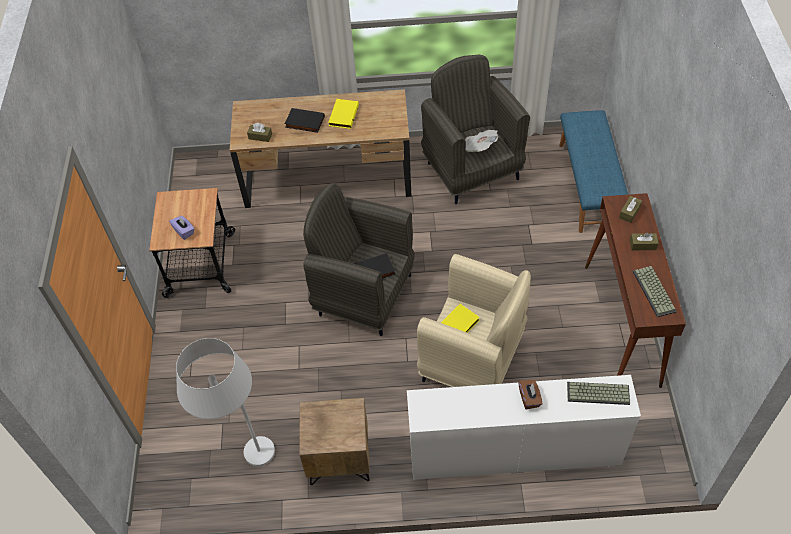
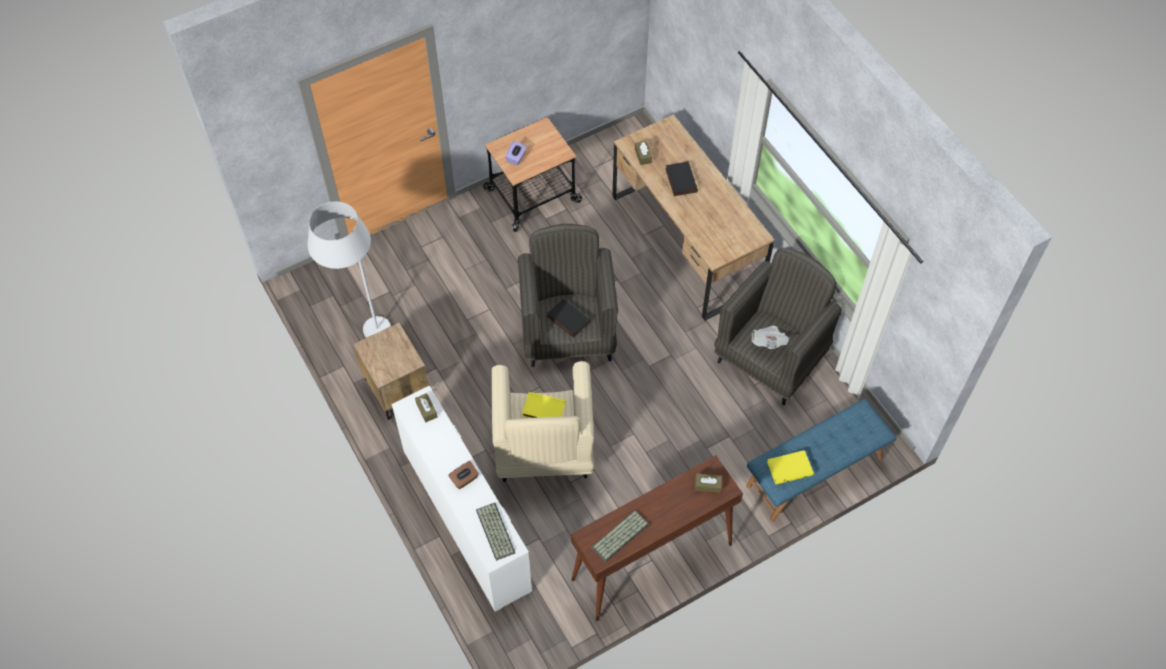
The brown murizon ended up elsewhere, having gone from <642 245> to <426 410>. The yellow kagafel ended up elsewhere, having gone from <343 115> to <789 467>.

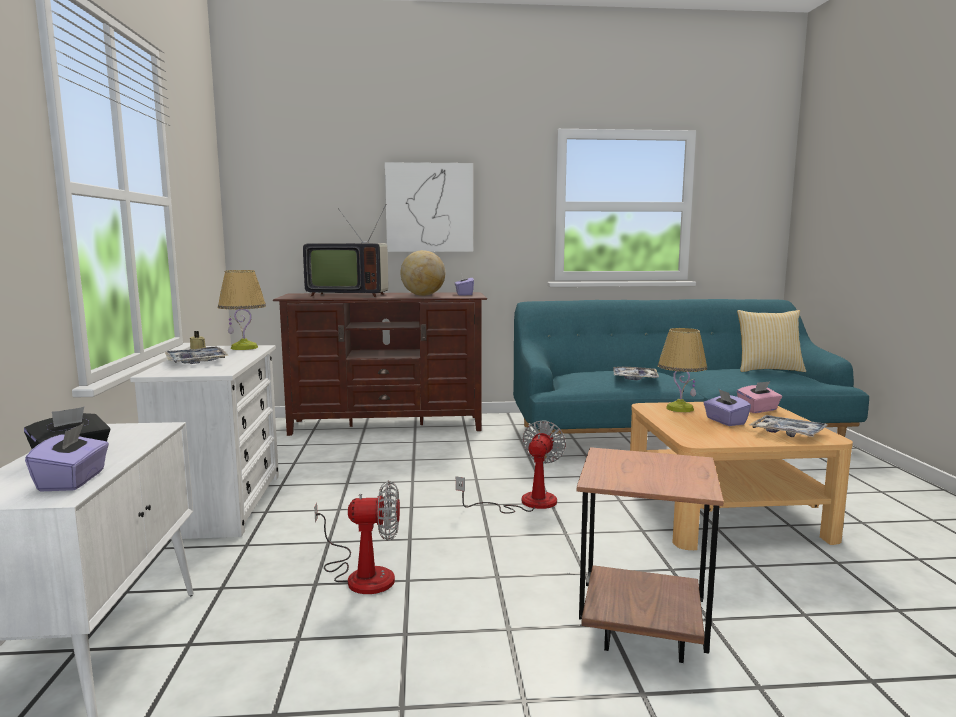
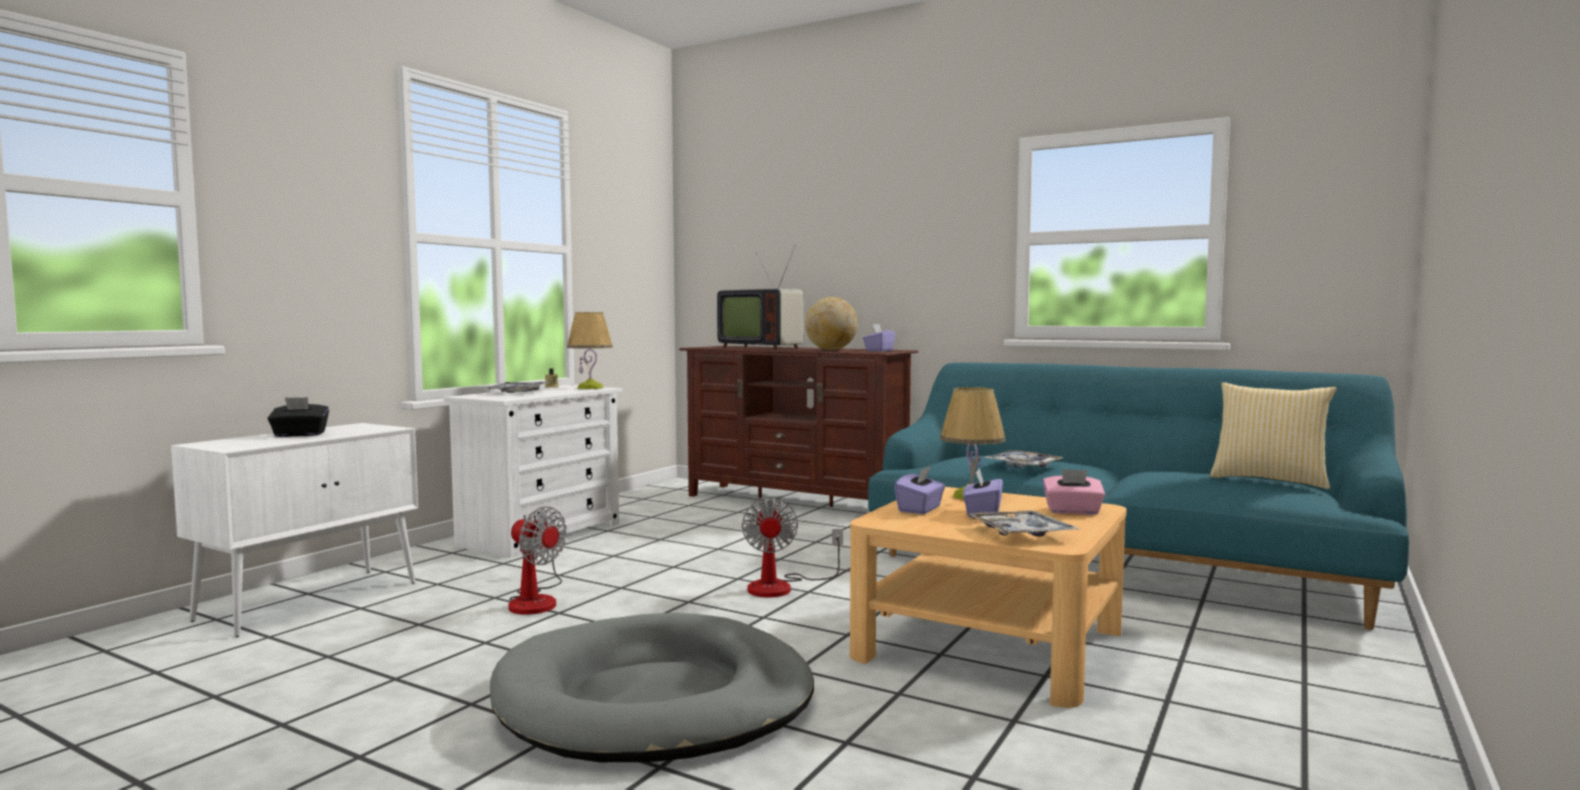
Where the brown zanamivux stood at <642 632>, the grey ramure came to stand at <655 699>. The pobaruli at <526 503> ended up facing another way, 120 degrees clockwise from before. The purple murizon ended up elsewhere, having gone from <73 481> to <920 509>. The second view lost the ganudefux at <429 208>.

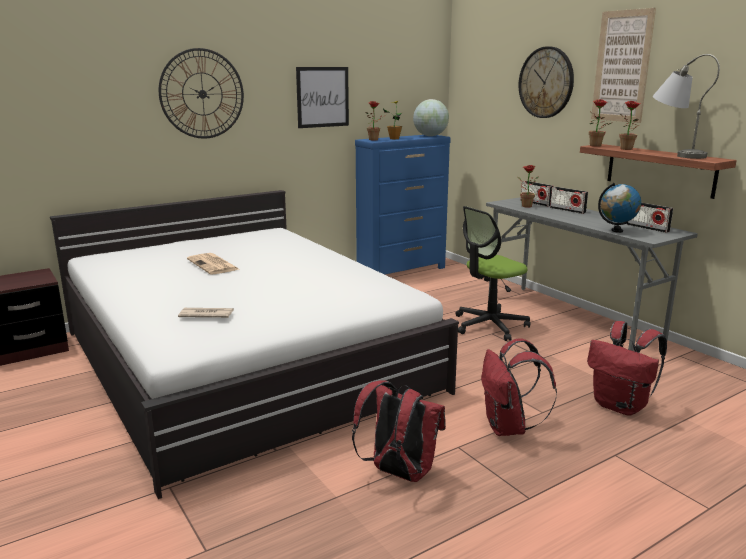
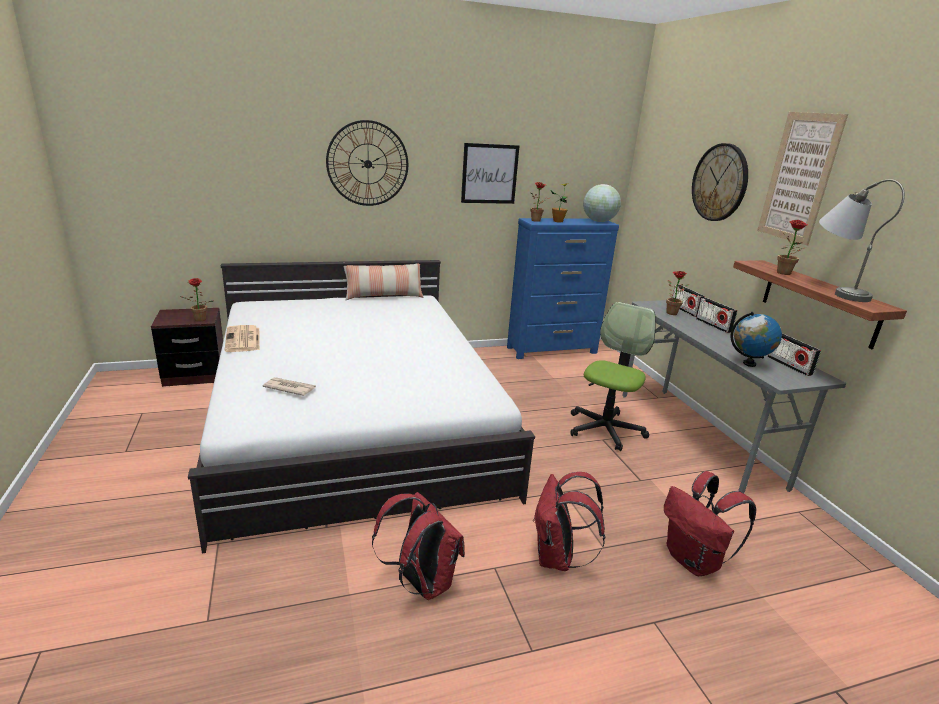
The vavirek ended up elsewhere, having gone from <596 146> to <198 320>. The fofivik ended up elsewhere, having gone from <213 265> to <243 340>. The second view gained the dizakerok at <383 296>. The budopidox at <489 325> ended up facing another way, 135 degrees clockwise from before.

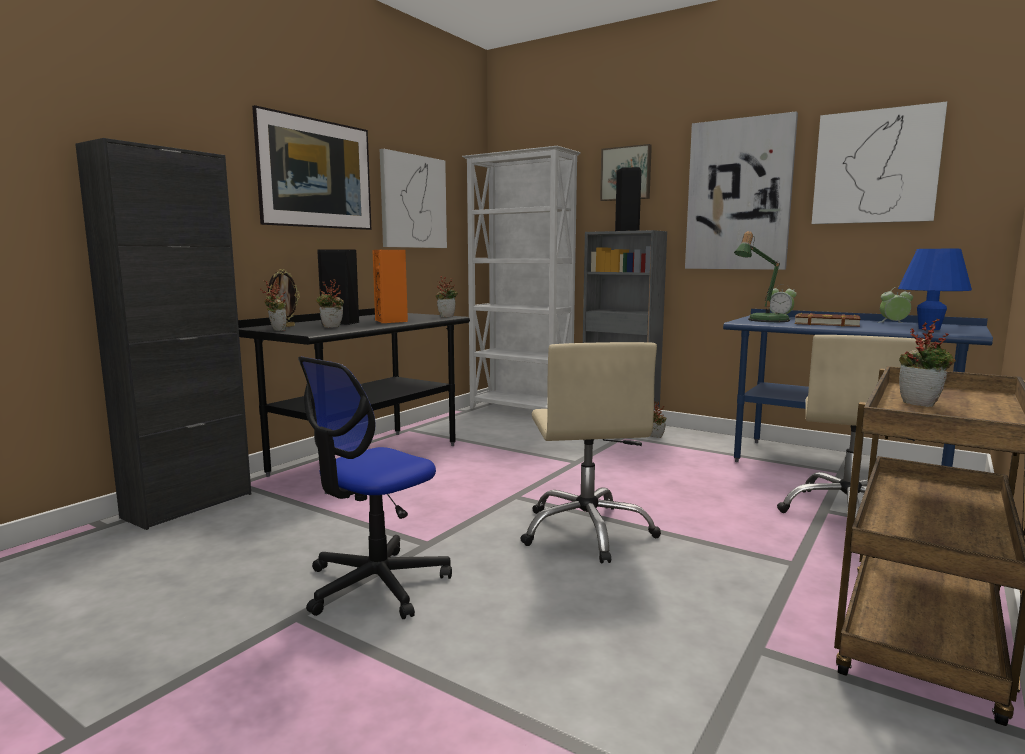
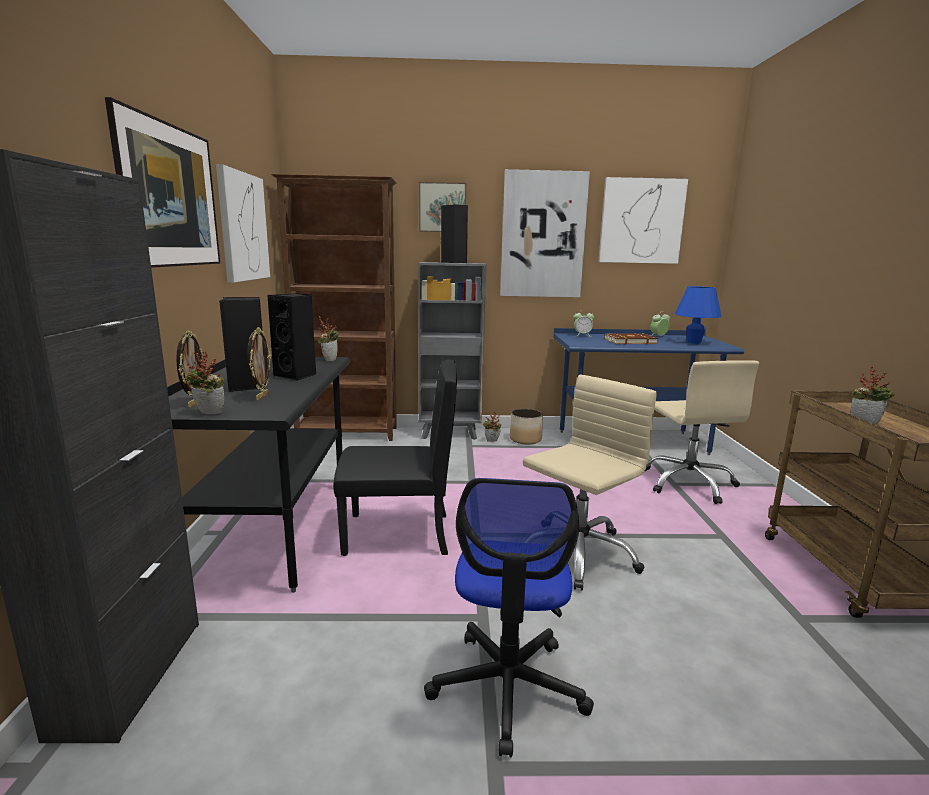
Where the vavirek stood at <331 327>, the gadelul came to stand at <261 397>. What was the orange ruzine at <391 321> turned into the black ruzine at <297 375>. What was the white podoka at <520 411> turned into the brown podoka at <348 434>. The second view gained the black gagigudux at <397 534>. The second view gained the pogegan at <525 439>. The beige budopidox at <587 531> ended up facing another way, 90 degrees counterclockwise from before. The second view lost the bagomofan at <763 321>.

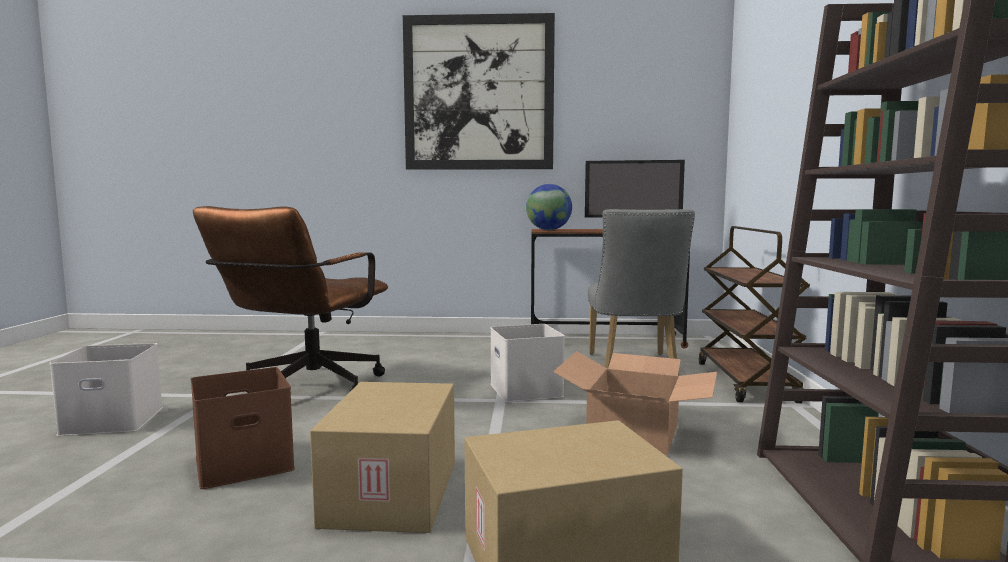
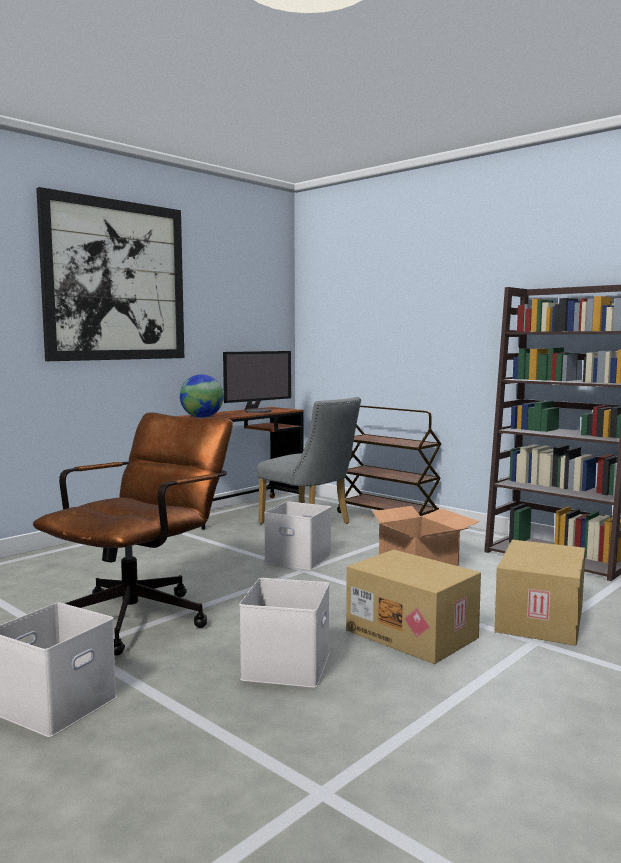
The brown budopidox at <304 390> ended up facing another way, 120 degrees counterclockwise from before. What was the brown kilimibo at <242 464> turned into the white kilimibo at <287 667>.

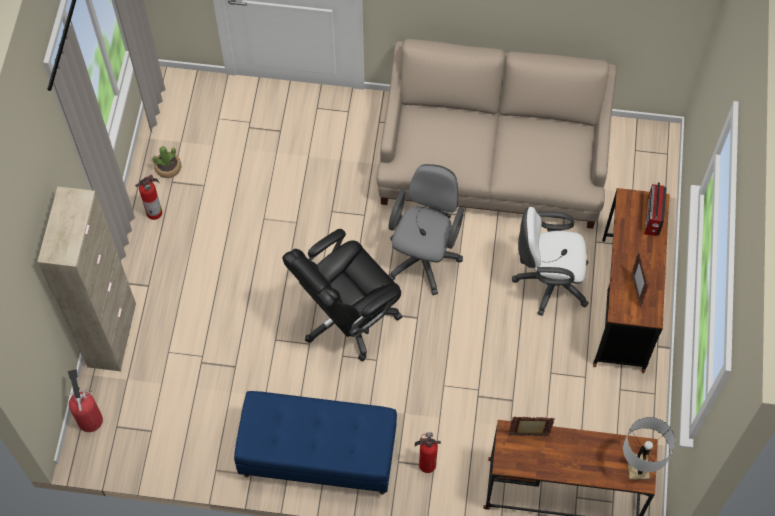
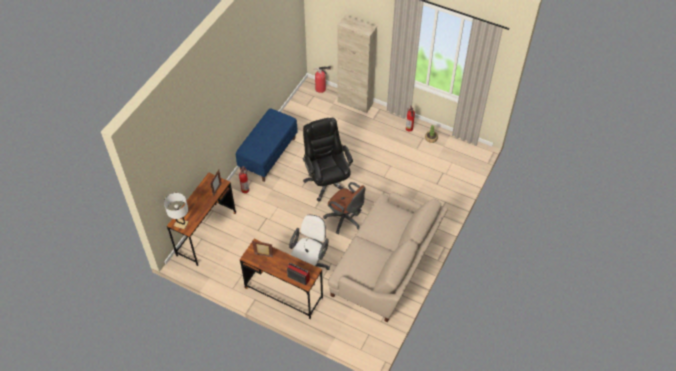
What was the grey budopidox at <424 256> turned into the brown budopidox at <345 220>.

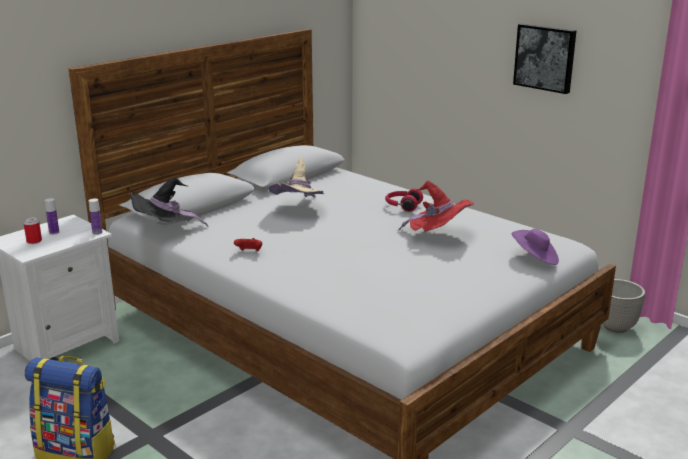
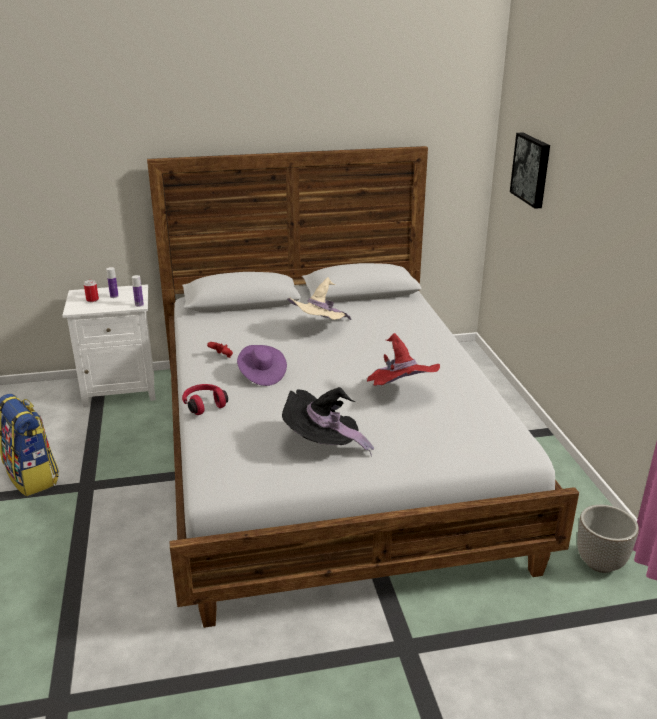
The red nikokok ended up elsewhere, having gone from <402 206> to <204 405>. The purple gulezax ended up elsewhere, having gone from <535 258> to <261 375>. The black gulezax ended up elsewhere, having gone from <166 231> to <323 445>. The ganudefux ended up elsewhere, having gone from <545 57> to <532 169>.

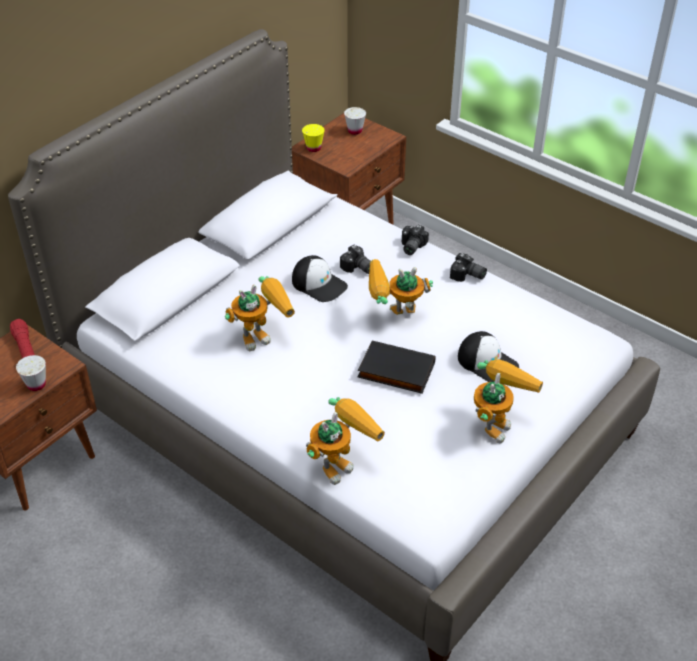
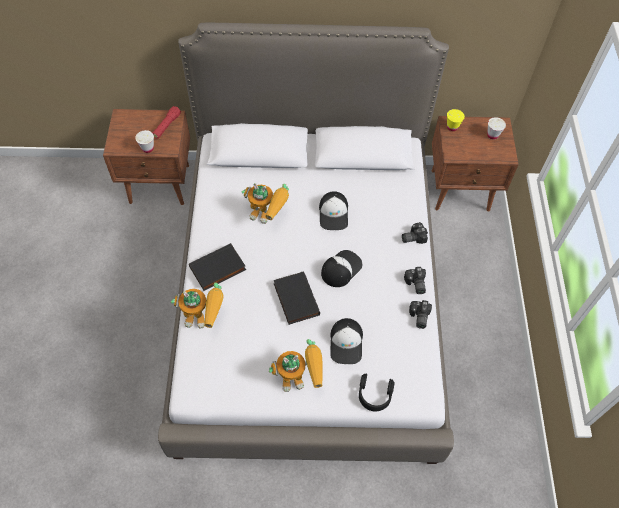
The second view gained the black kagafel at <218 269>. Where the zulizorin stood at <393 316>, the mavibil came to stand at <341 268>. The second view gained the black nikokok at <374 395>. The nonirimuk ended up elsewhere, having gone from <358 268> to <418 317>.

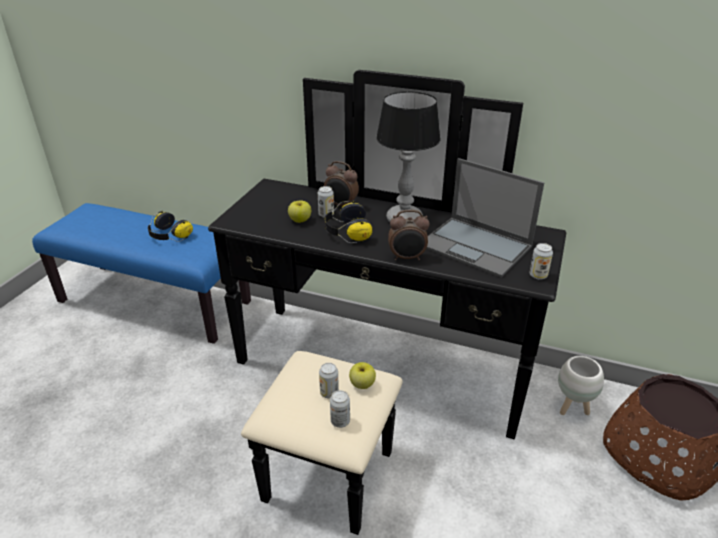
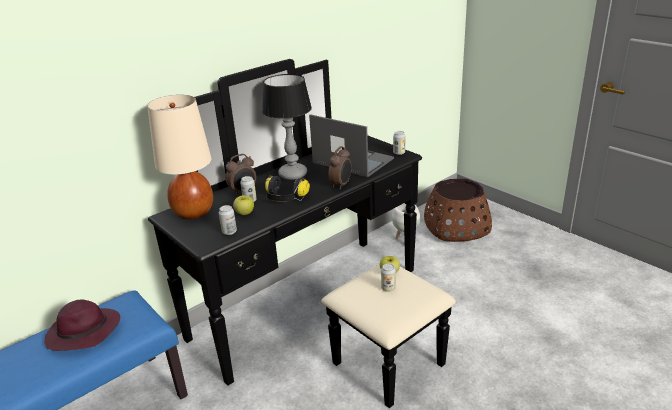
Where the nikokok stood at <169 236>, the purple gulezax came to stand at <83 333>. The second view gained the beige bagomofan at <194 212>. The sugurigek ended up elsewhere, having gone from <340 421> to <229 232>. The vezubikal at <476 246> ended up facing another way, 120 degrees counterclockwise from before.

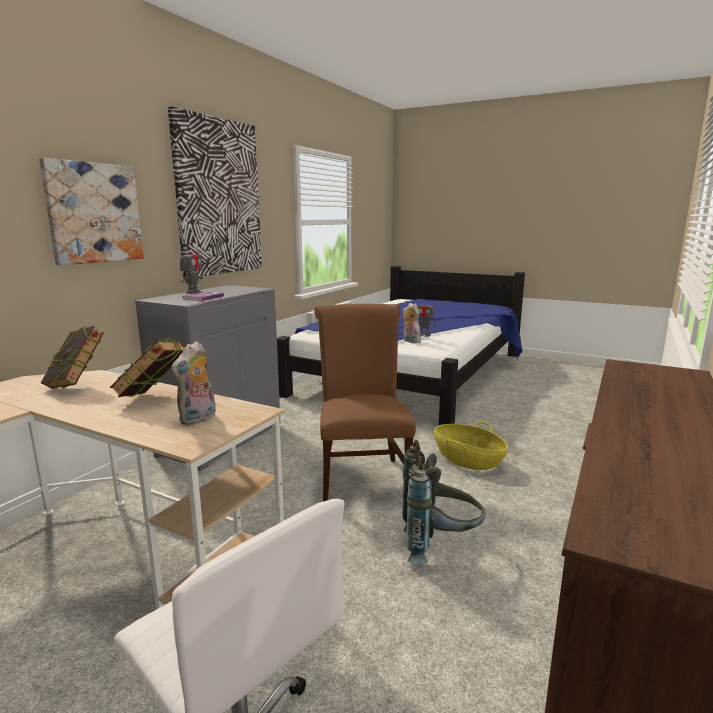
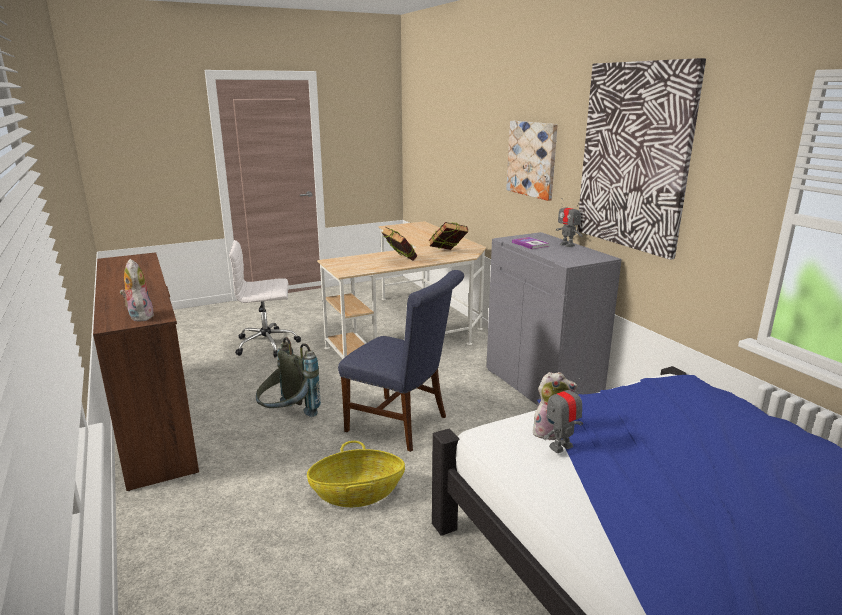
The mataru ended up elsewhere, having gone from <198 419> to <139 316>. What was the brown gagigudux at <362 476> turned into the blue gagigudux at <402 424>.

